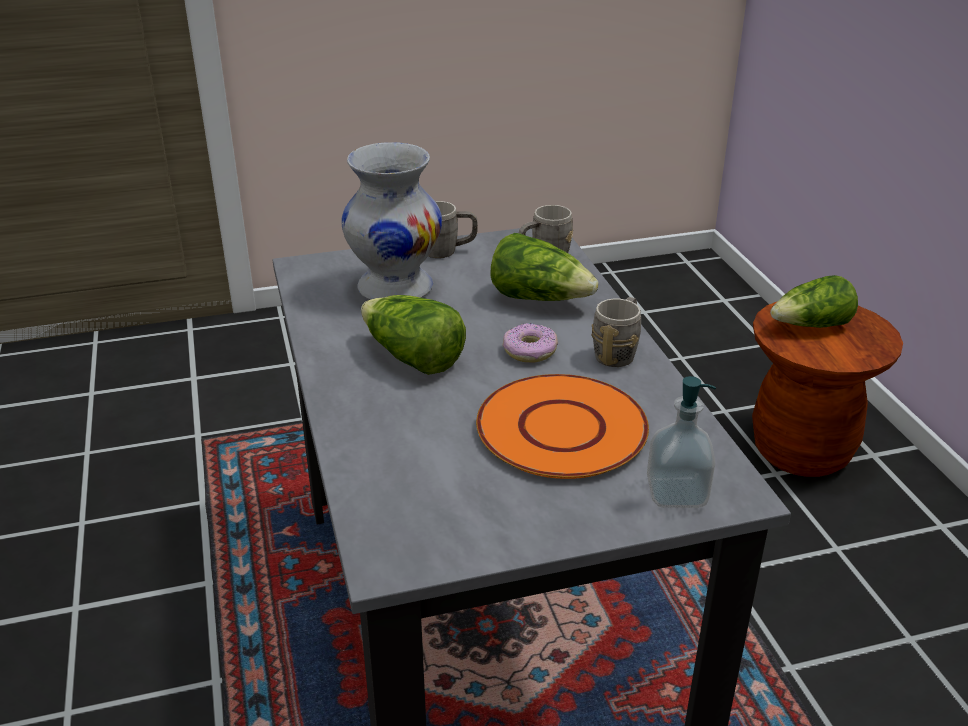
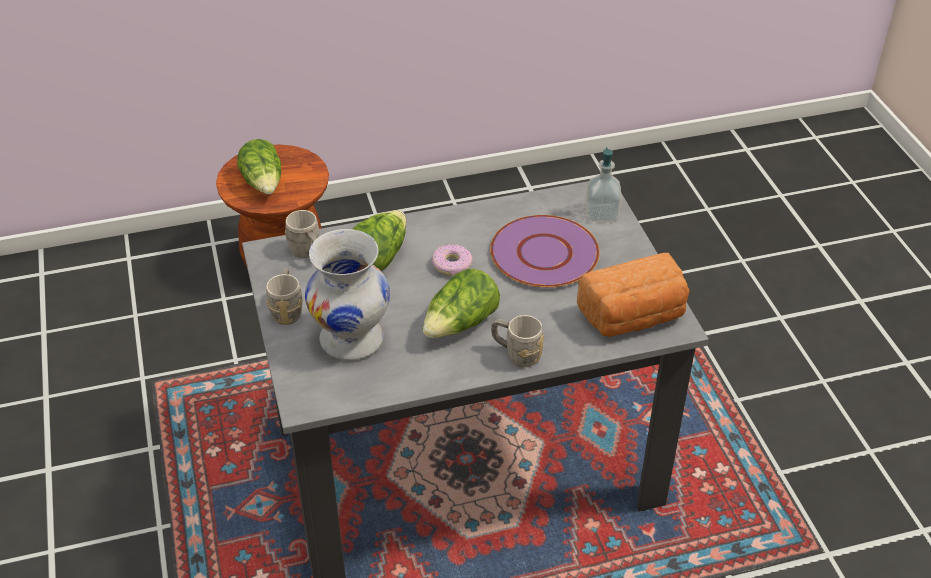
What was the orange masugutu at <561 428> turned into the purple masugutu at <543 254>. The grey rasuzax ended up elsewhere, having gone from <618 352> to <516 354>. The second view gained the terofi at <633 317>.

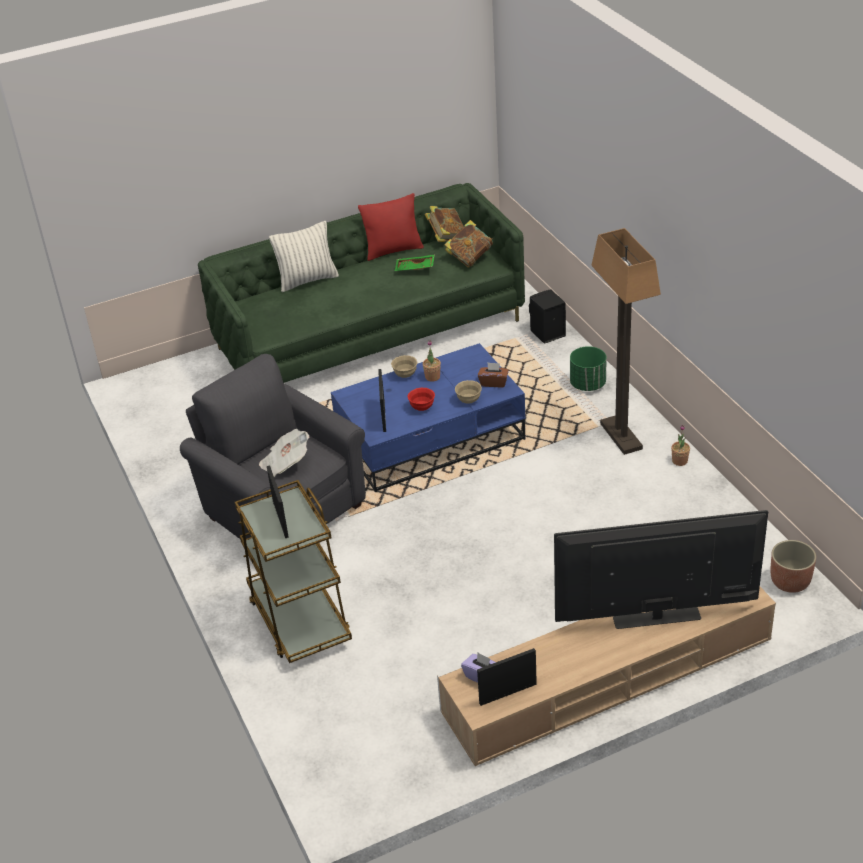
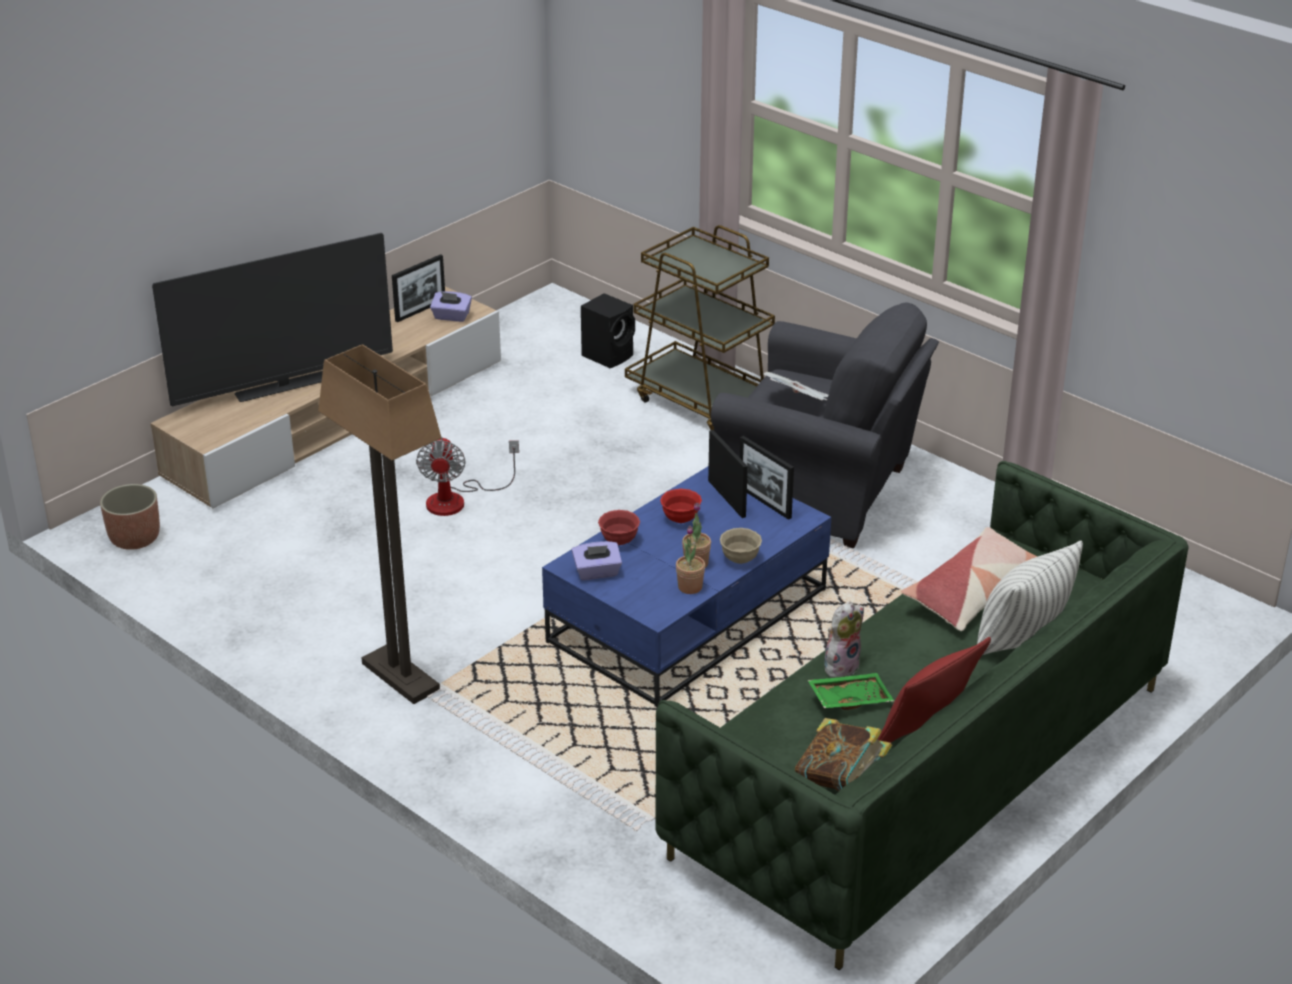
The second view gained the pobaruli at <457 499>. What was the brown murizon at <493 382> turned into the purple murizon at <597 572>. The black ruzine ended up elsewhere, having gone from <546 333> to <609 355>. What was the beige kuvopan at <469 400> turned into the red kuvopan at <619 541>. The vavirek ended up elsewhere, having gone from <679 461> to <690 587>. The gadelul ended up elsewhere, having gone from <280 519> to <764 502>. The second view gained the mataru at <841 665>. The second view gained the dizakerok at <973 592>. The second view lost the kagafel at <470 258>. The second view lost the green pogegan at <588 384>.

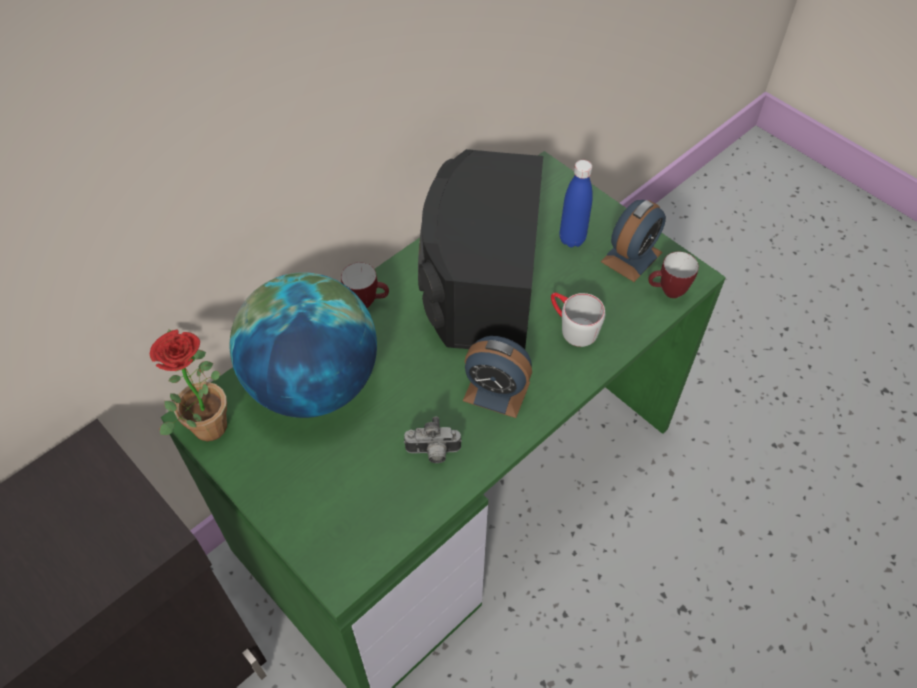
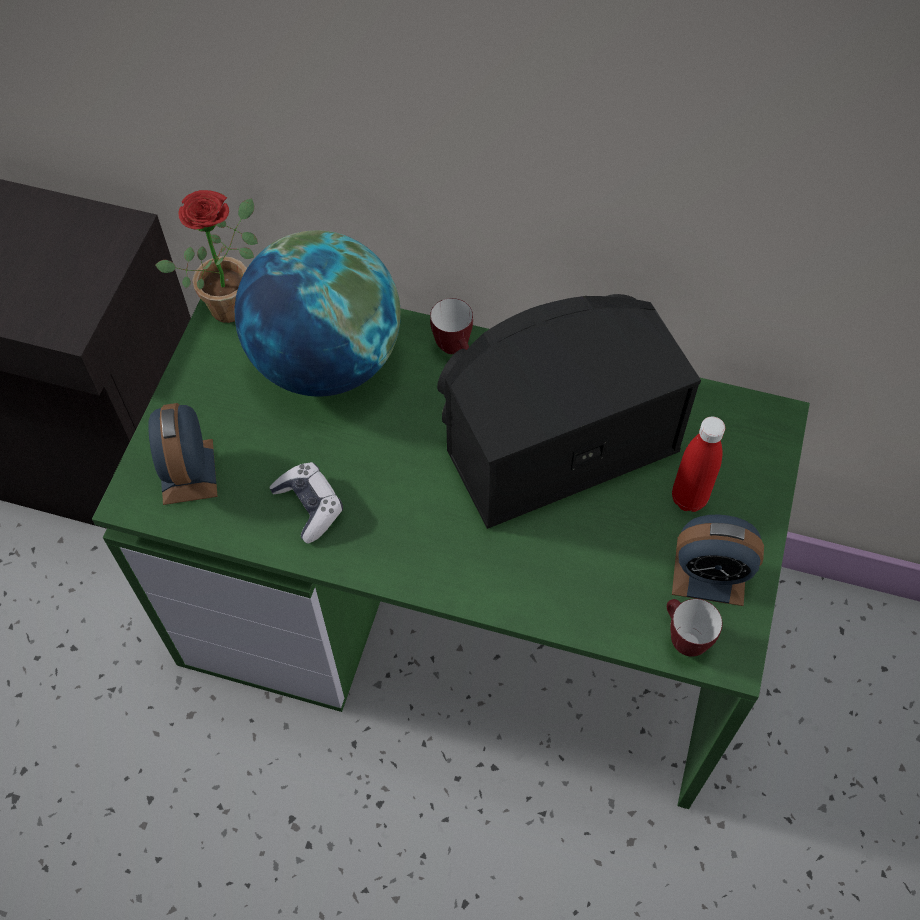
The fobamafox ended up elsewhere, having gone from <496 391> to <188 471>. Where the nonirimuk stood at <433 453>, the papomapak came to stand at <309 506>. What was the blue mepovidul at <572 239> turned into the red mepovidul at <689 498>. The second view lost the grey rasuzax at <572 327>.

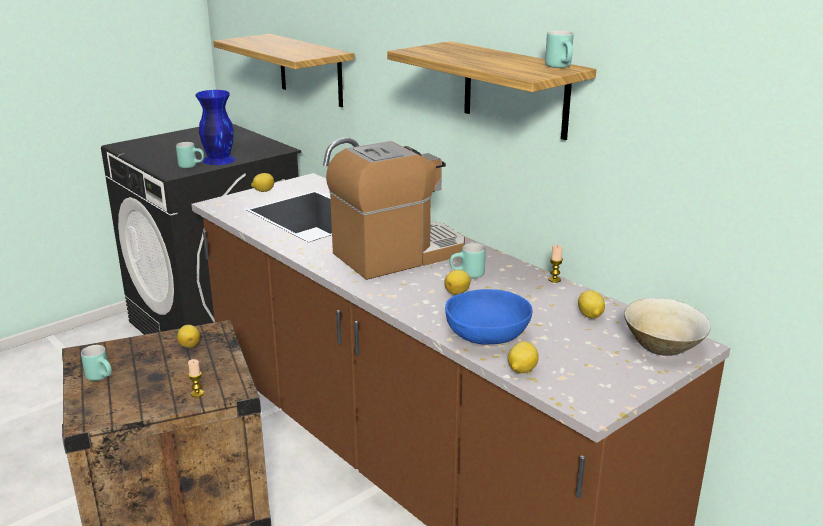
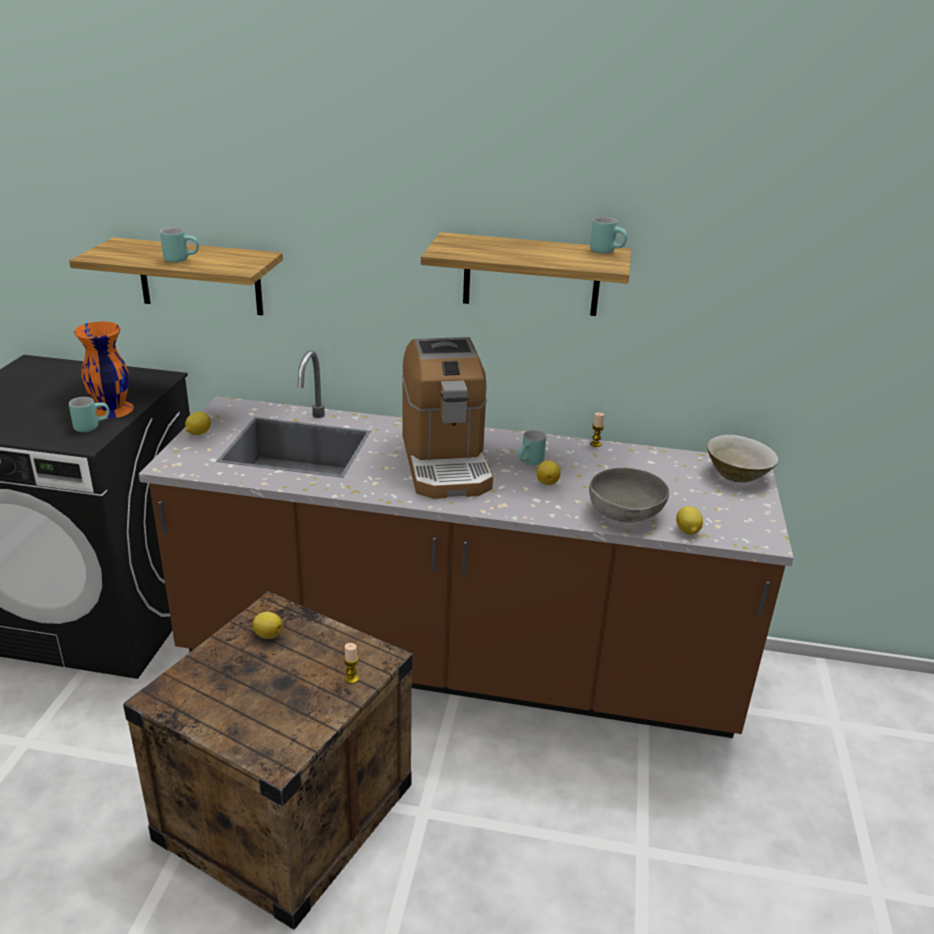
What was the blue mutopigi at <218 159> turned into the orange mutopigi at <110 409>. The turquoise rasuzax ended up elsewhere, having gone from <102 377> to <182 259>. The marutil at <399 254> ended up facing another way, 150 degrees clockwise from before. What was the blue kuvopan at <487 336> turned into the grey kuvopan at <626 513>. The second view lost the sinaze at <590 316>.

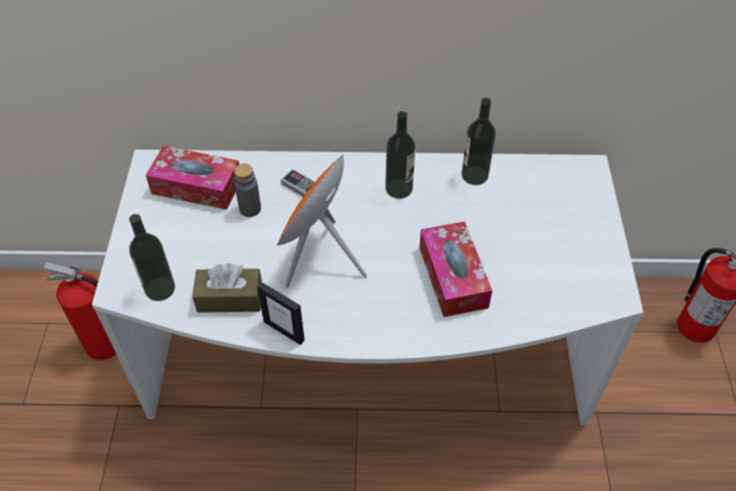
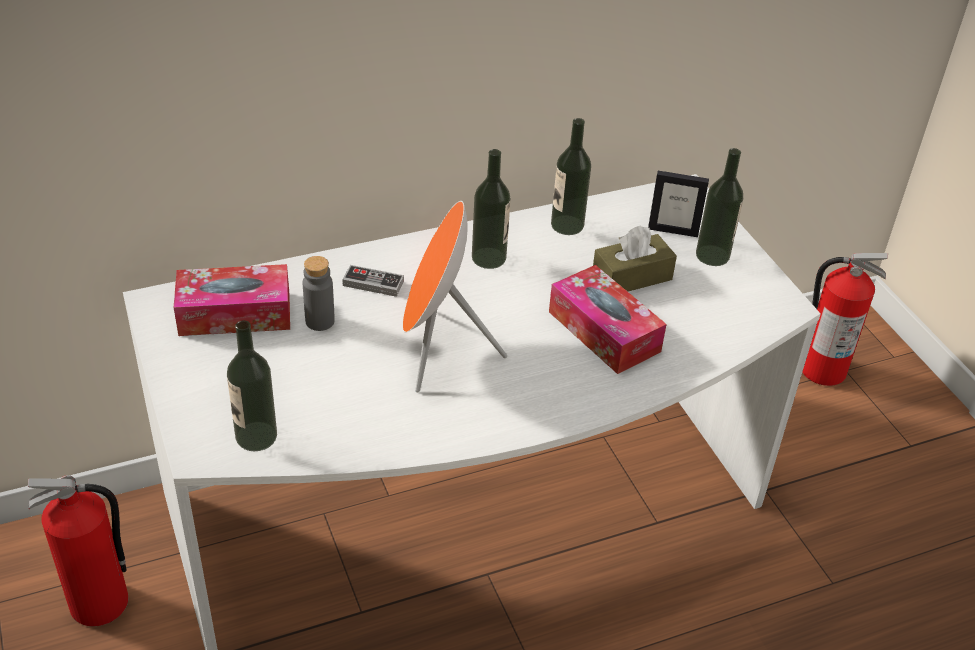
The brown murizon ended up elsewhere, having gone from <230 298> to <632 277>. The gadelul ended up elsewhere, having gone from <284 330> to <673 231>. The second view gained the mepovidul at <712 255>.

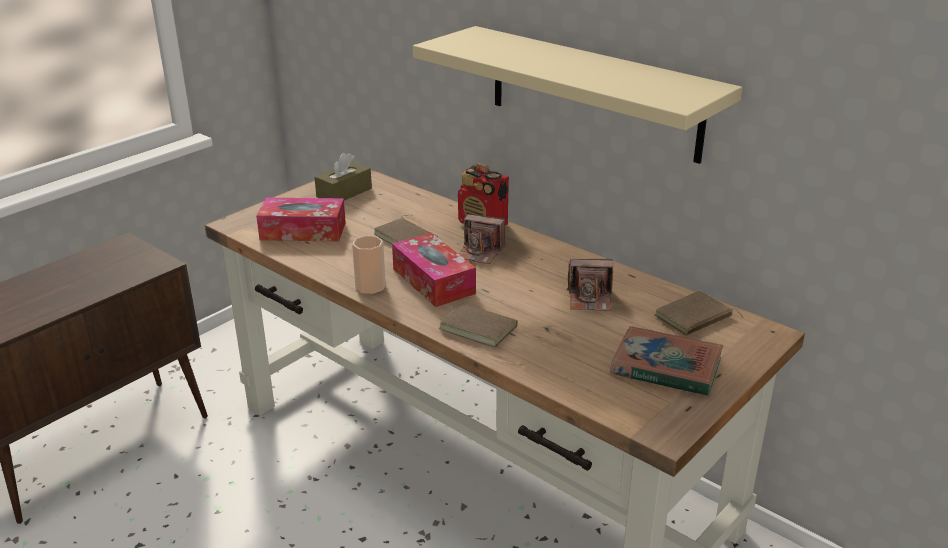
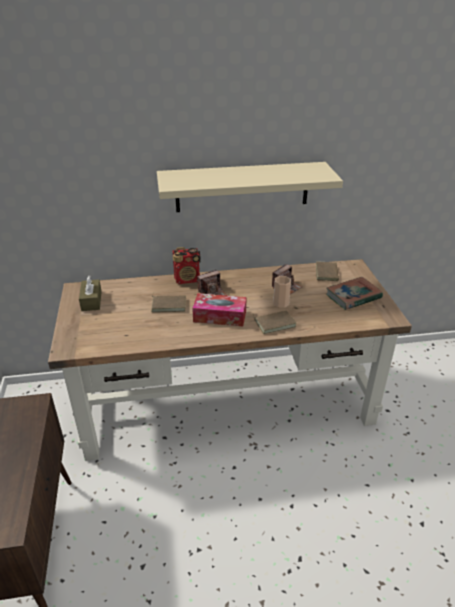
The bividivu ended up elsewhere, having gone from <370 286> to <281 303>. The second view lost the murizon at <303 231>.

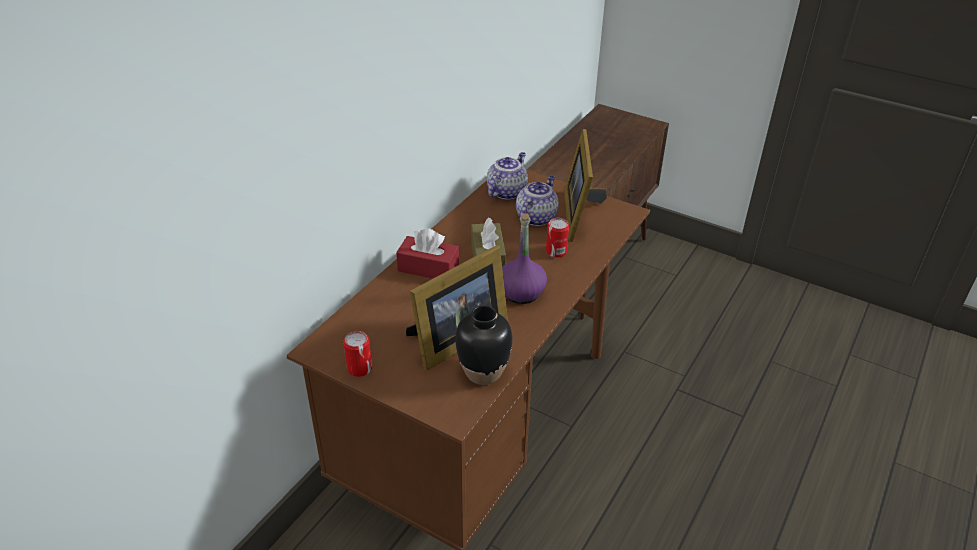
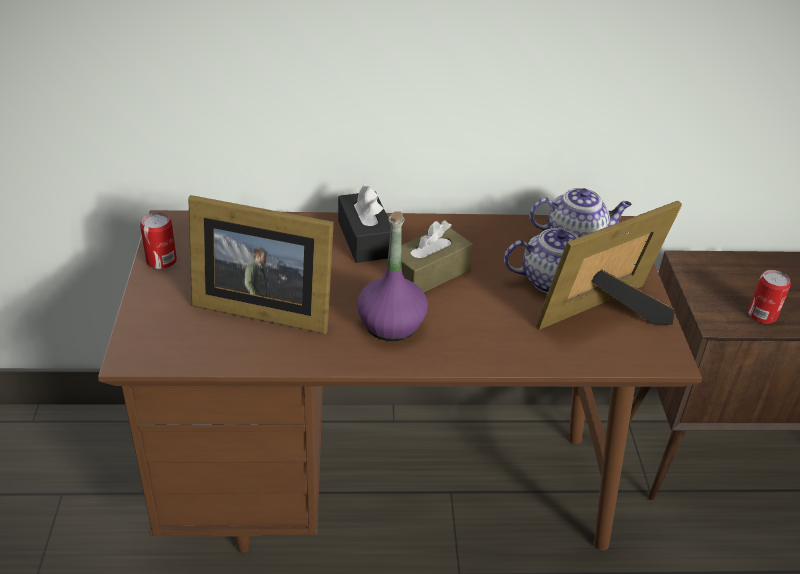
What was the red murizon at <428 268> turned into the black murizon at <365 239>. The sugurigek ended up elsewhere, having gone from <556 252> to <762 315>. The second view lost the black mutopigi at <483 372>.

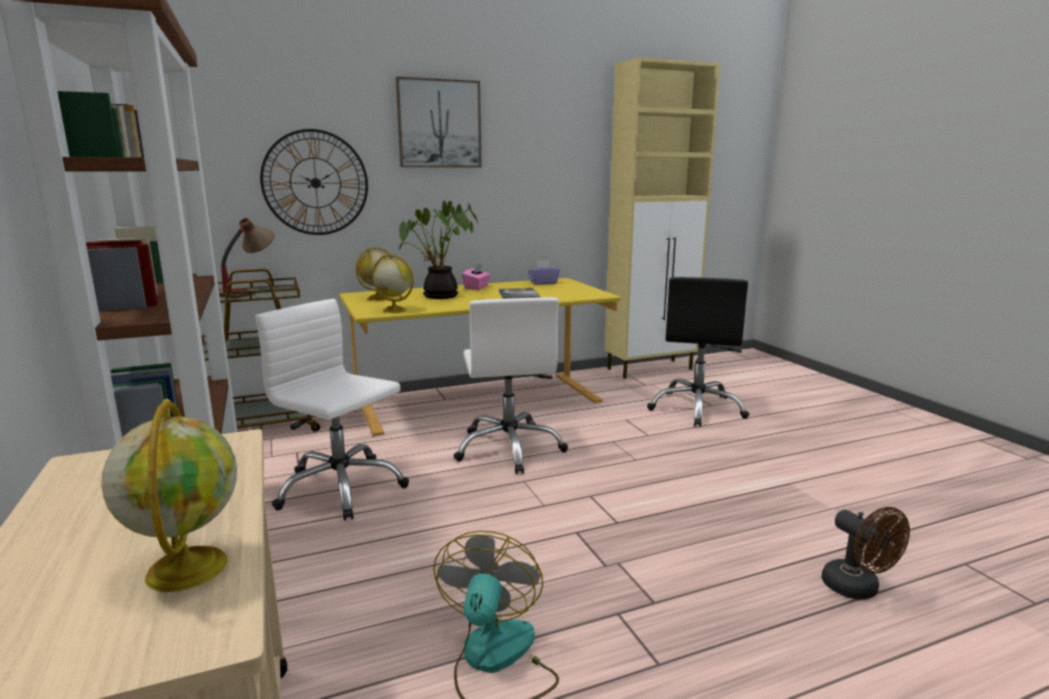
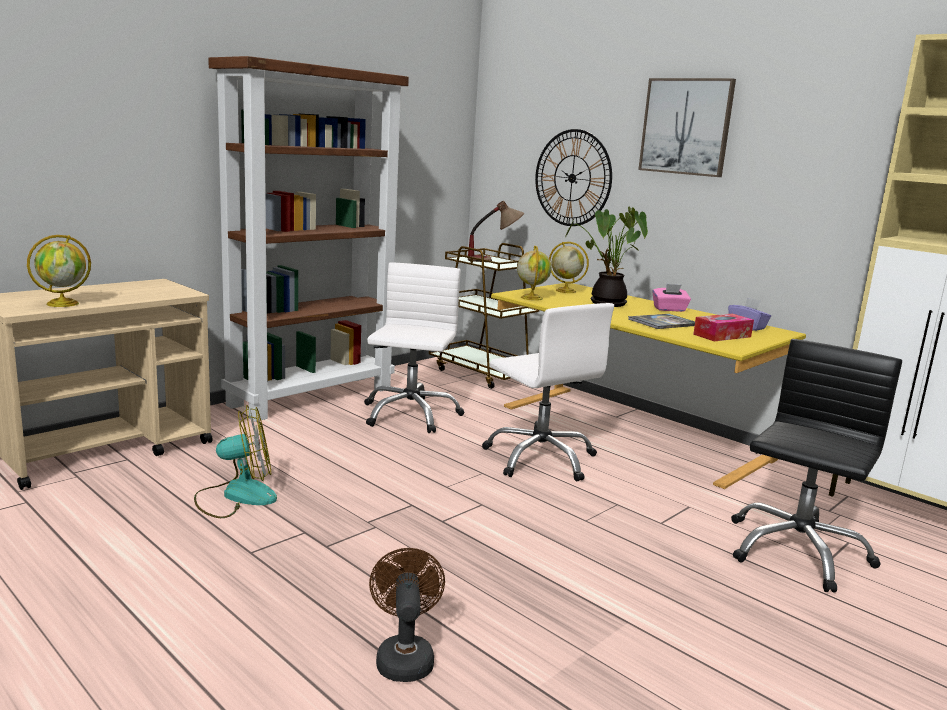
The brown pobaruli at <857 590> ended up facing another way, 135 degrees clockwise from before. The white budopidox at <509 448> ended up facing another way, 90 degrees counterclockwise from before. The second view gained the murizon at <722 335>. The black budopidox at <697 408> ended up facing another way, 135 degrees clockwise from before.

